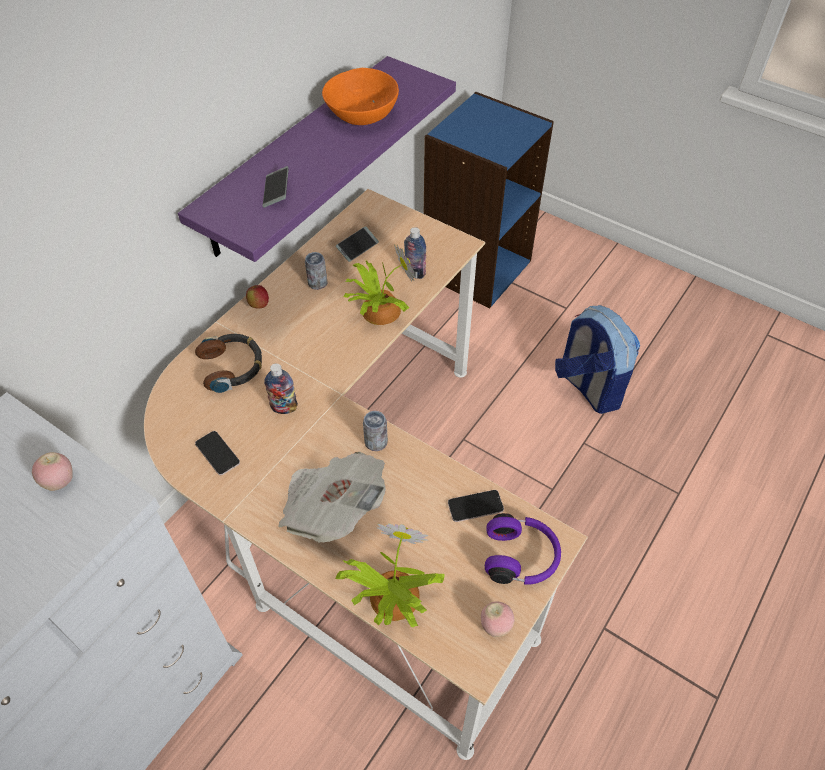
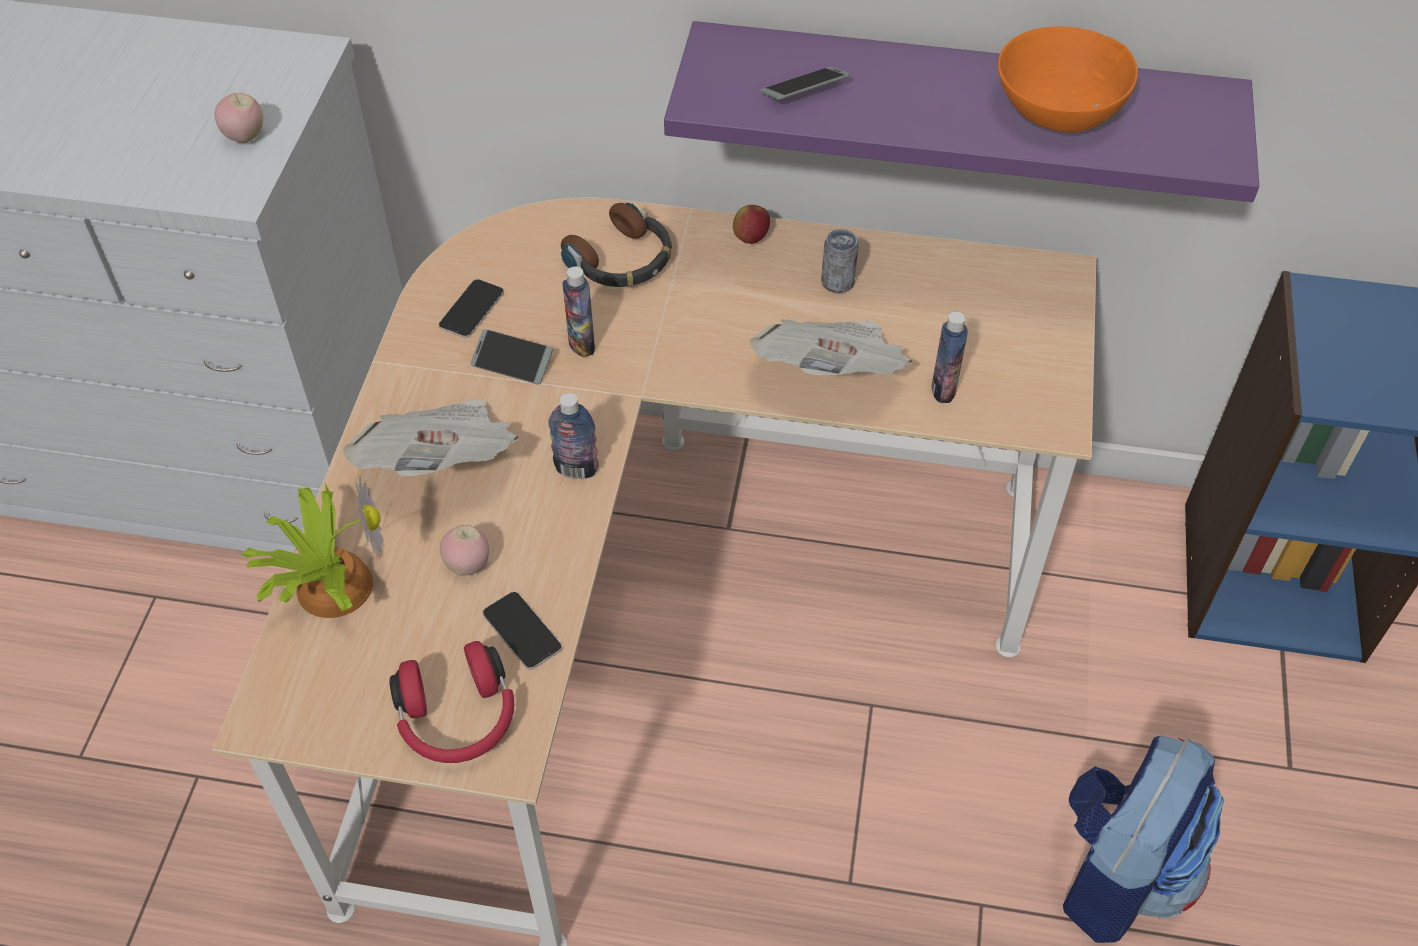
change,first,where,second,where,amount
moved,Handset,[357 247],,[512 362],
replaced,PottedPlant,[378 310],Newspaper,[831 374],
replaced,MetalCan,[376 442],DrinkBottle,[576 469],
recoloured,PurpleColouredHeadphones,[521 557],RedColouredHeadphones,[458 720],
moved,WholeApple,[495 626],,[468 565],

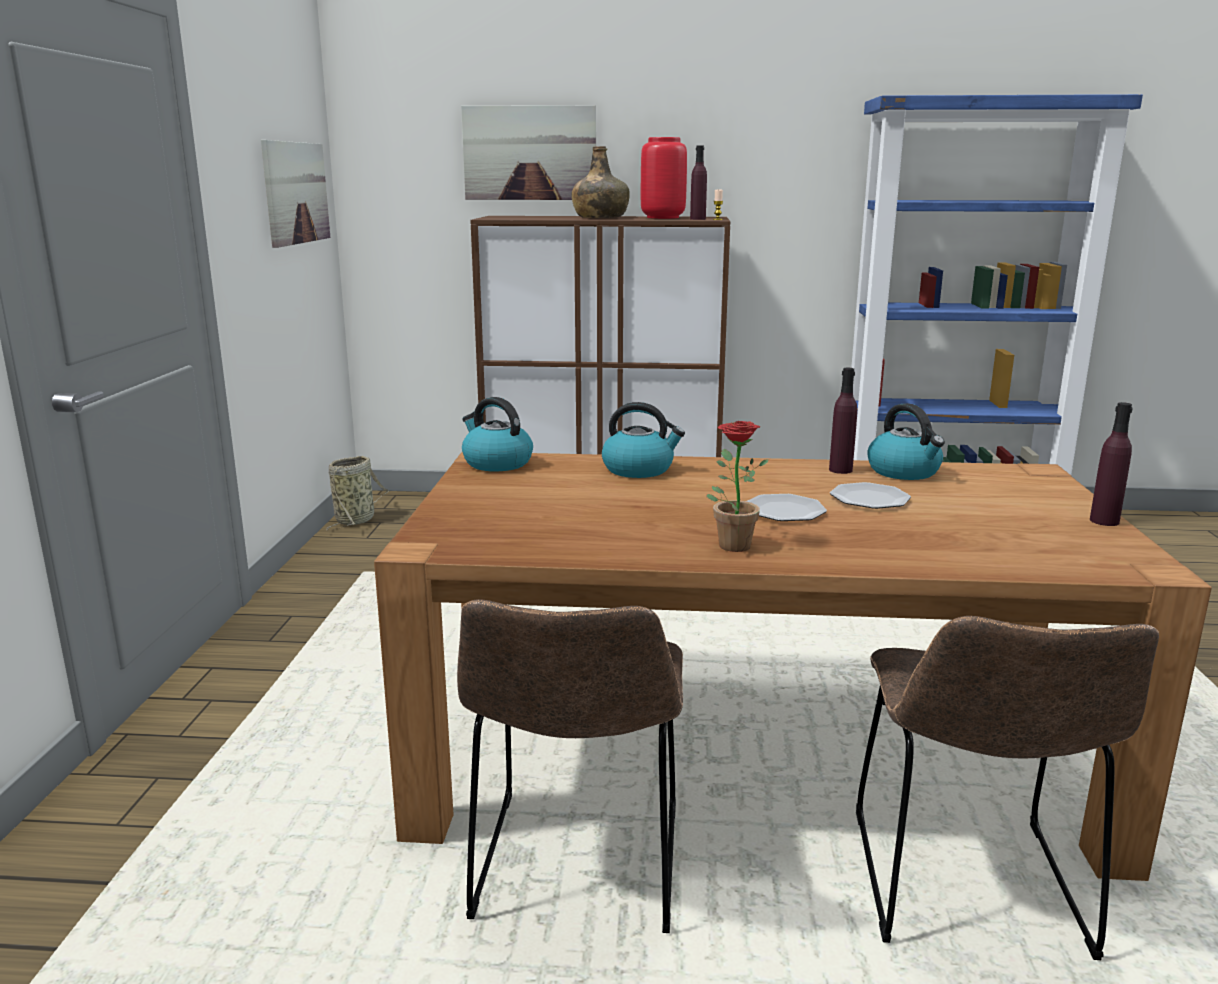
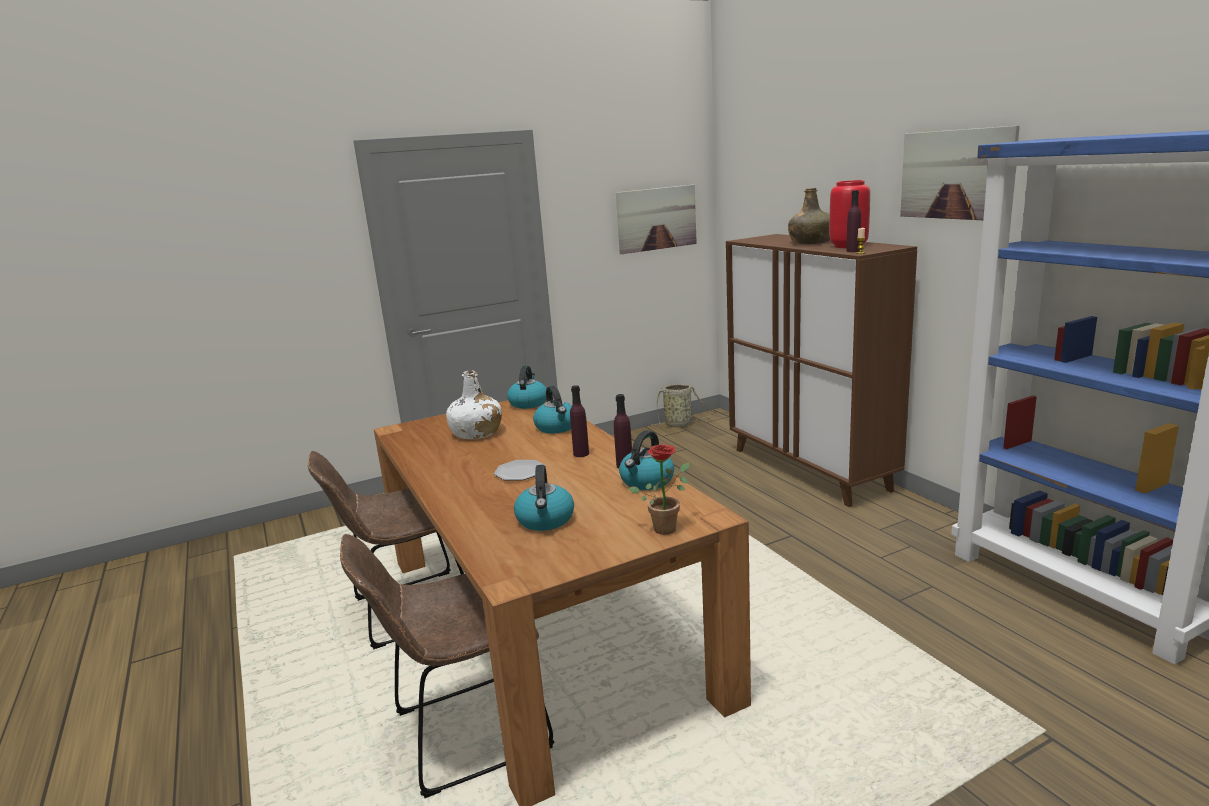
change,first,where,second,where,amount
moved,Picture,[529 153],,[956 174],
moved,PurpleColouredDrinkBottle,[1104 521],,[581 454],
moved,PottedPlant,[730 543],,[667 527],
removed,Plate,[869 499],,,
added,,,WhitishDrinkBottle,[476 433],
added,,,TeaKettle,[545 520],

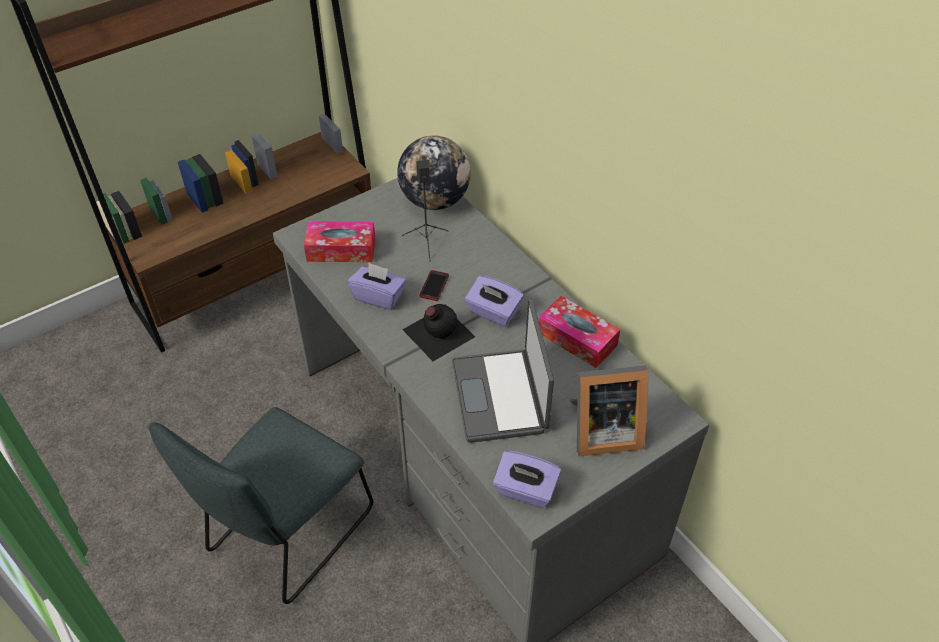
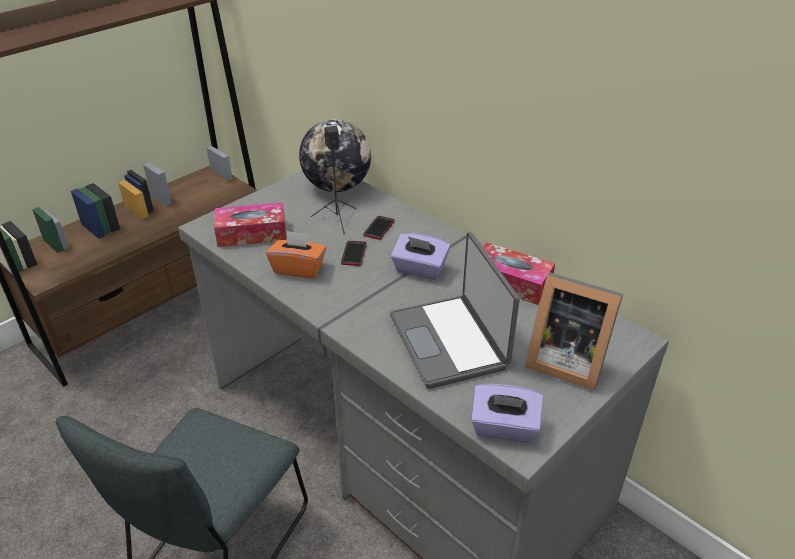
change,first,where,second,where,amount
recoloured,PurpleColouredTissueHolder,[378 296],OrangeyTissueHolder,[298 268],
removed,BlackDrinkBottle,[437 333],,,
turned,StandingFrame,[601 431],,[564 360],45 degrees clockwise
added,,,Handset,[379 228],

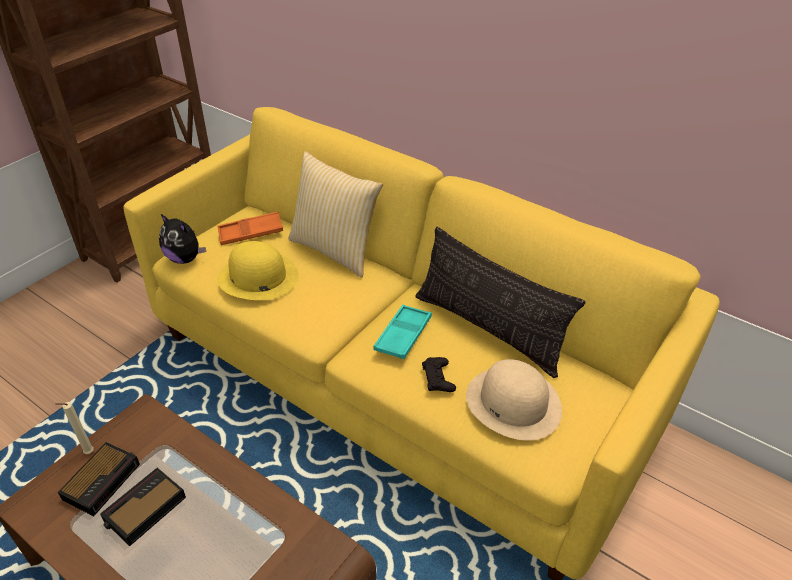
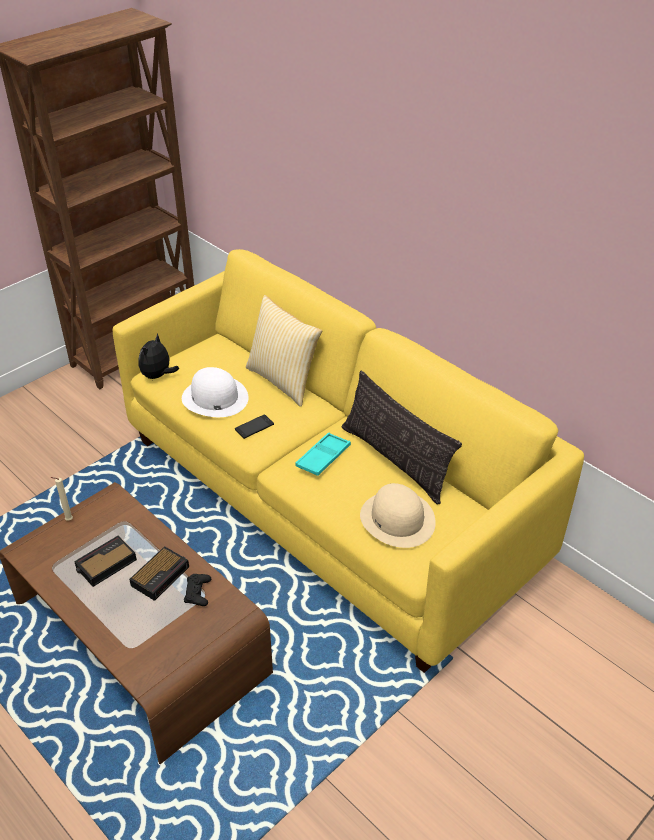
change,first,where,second,where,amount
removed,OrangeyServingTray,[251 233],,,
turned,CuddlyToy,[185 258],,[158 376],75 degrees clockwise
recoloured,YellowishHat,[257 277],WhitishHat,[214 398],
moved,BlackGameController,[438 378],,[198 592],
moved,AlarmClock,[103 480],,[161 575],
added,,,Handset,[254 427],

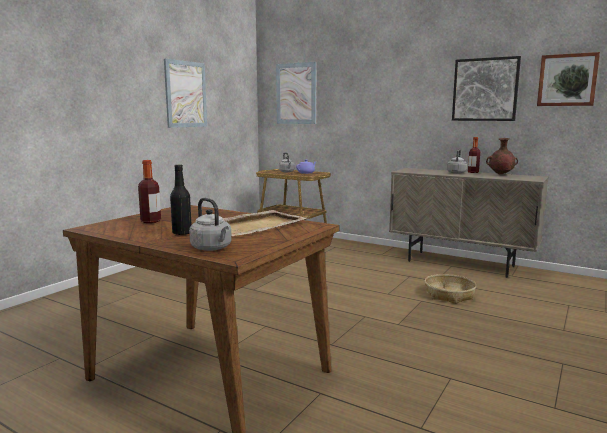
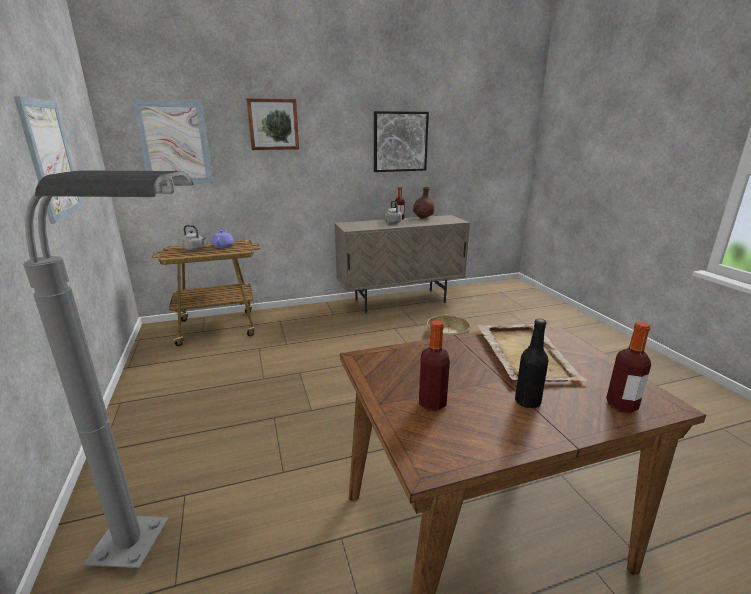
change,first,where,second,where,amount
moved,Picture,[567 80],,[273 124],
replaced,GreyishTeaKettle,[212 248],DrinkBottle,[621 405],
added,,,GreyishStandardLamp,[169 545],

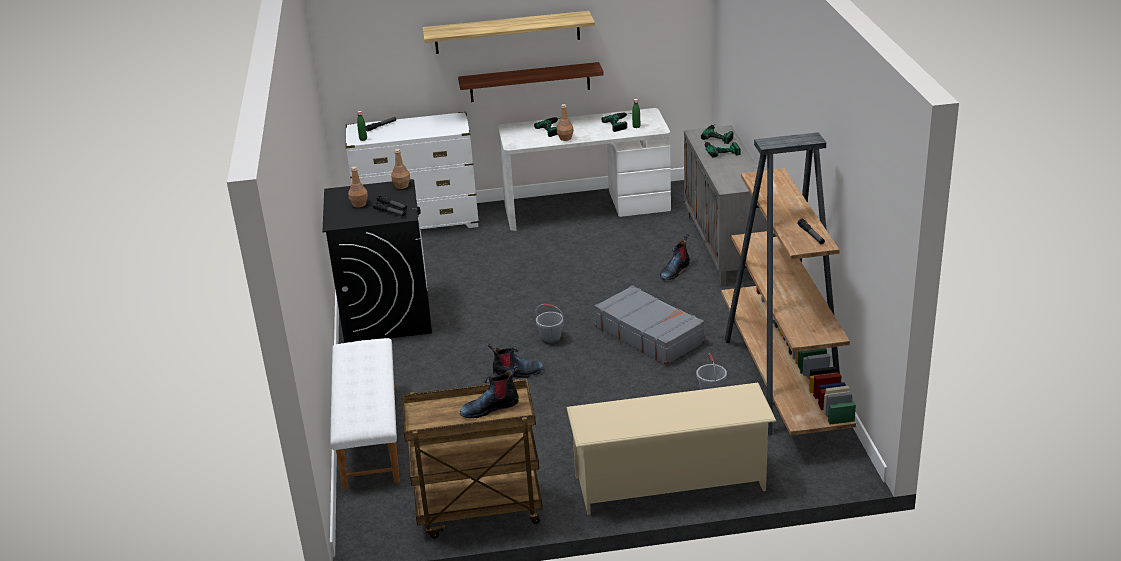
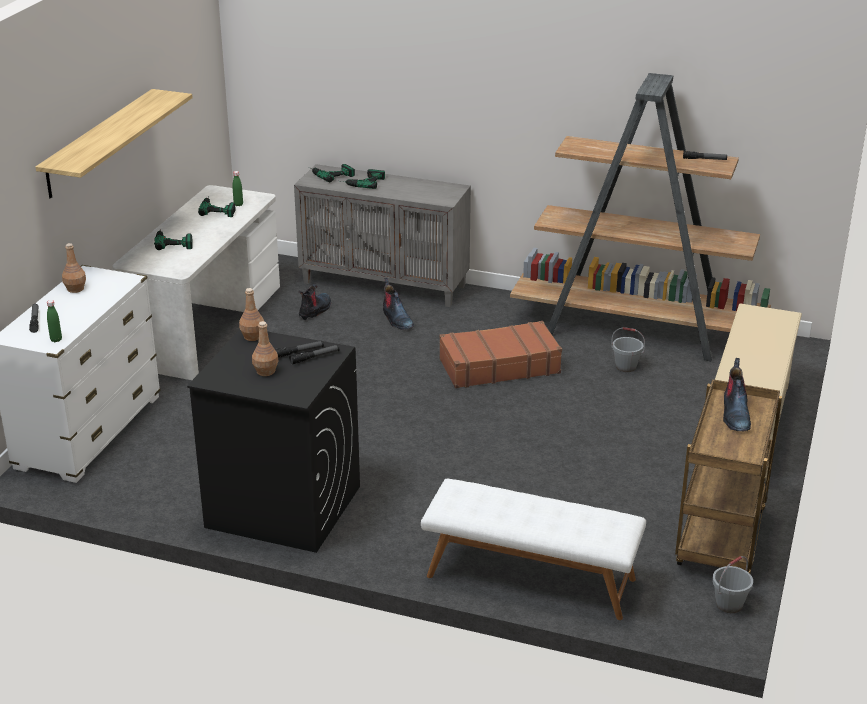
change,first,where,second,where,amount
removed,BracketShelf,[529 82],,,
moved,BrownColouredDrinkBottle,[565 138],,[75 289],
recoloured,GreyishSuitcase,[649 335],BrownColouredSuitcase,[498 366],
moved,GreyishPail,[550 339],,[729 605],
moved,Boot,[517 372],,[315 311],

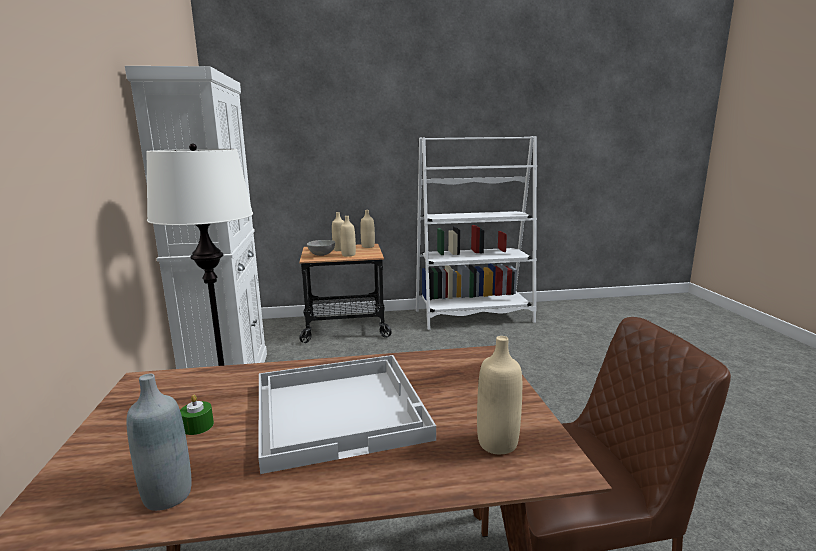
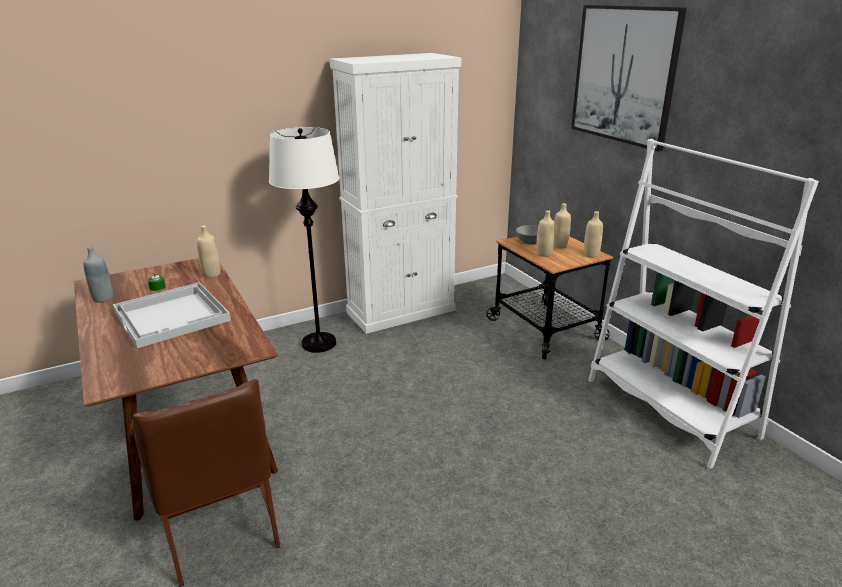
change,first,where,second,where,amount
moved,SandColouredDrinkBottle,[497 443],,[211 274],
added,,,Picture,[624 75],

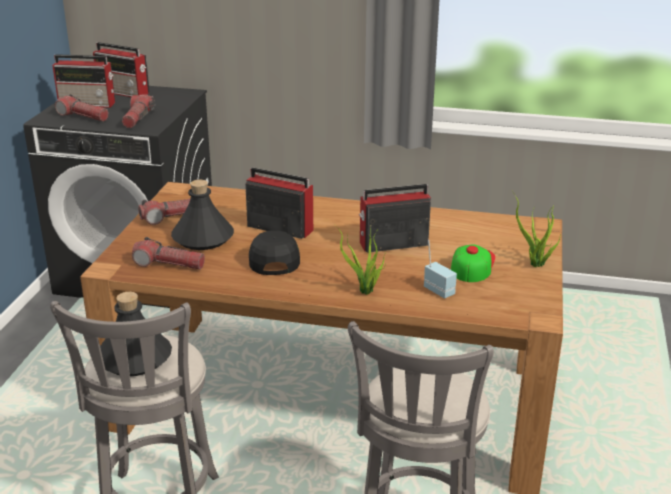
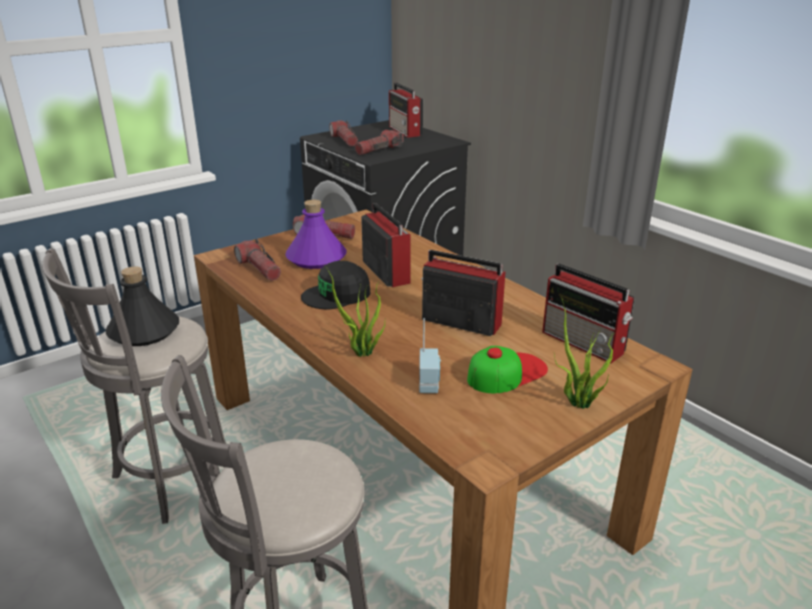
change,first,where,second,where,amount
moved,RadioSet,[88 103],,[584 343],
recoloured,BlackDrinkBottle,[203 238],PurpleColouredDrinkBottle,[316 258],
turned,BlackBaseballCap,[273 259],,[337 295],150 degrees counterclockwise

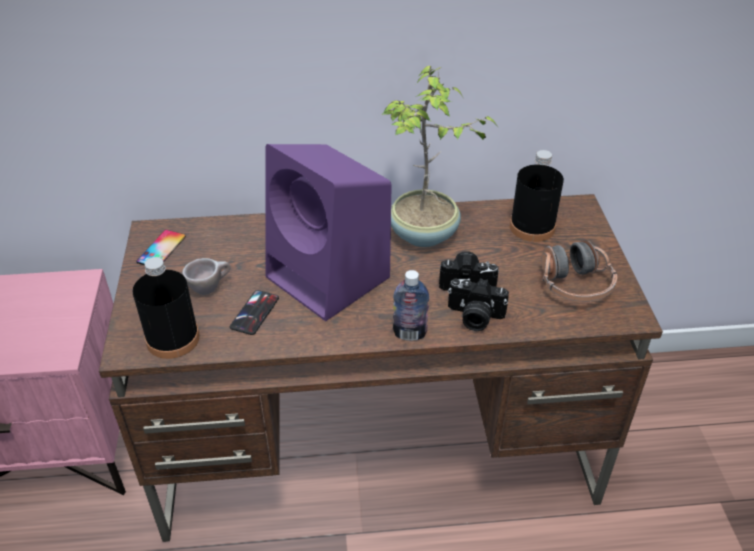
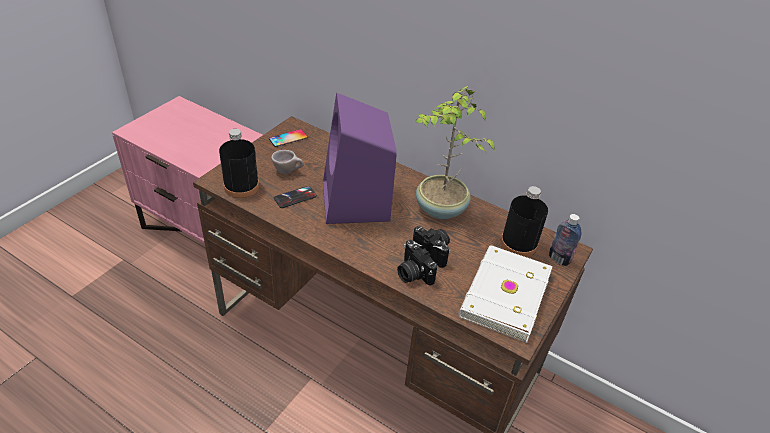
change,first,where,second,where,amount
replaced,Headphones,[575 284],WhitishBoundBook,[503 295],
moved,DrinkBottle,[410 334],,[559 259],

